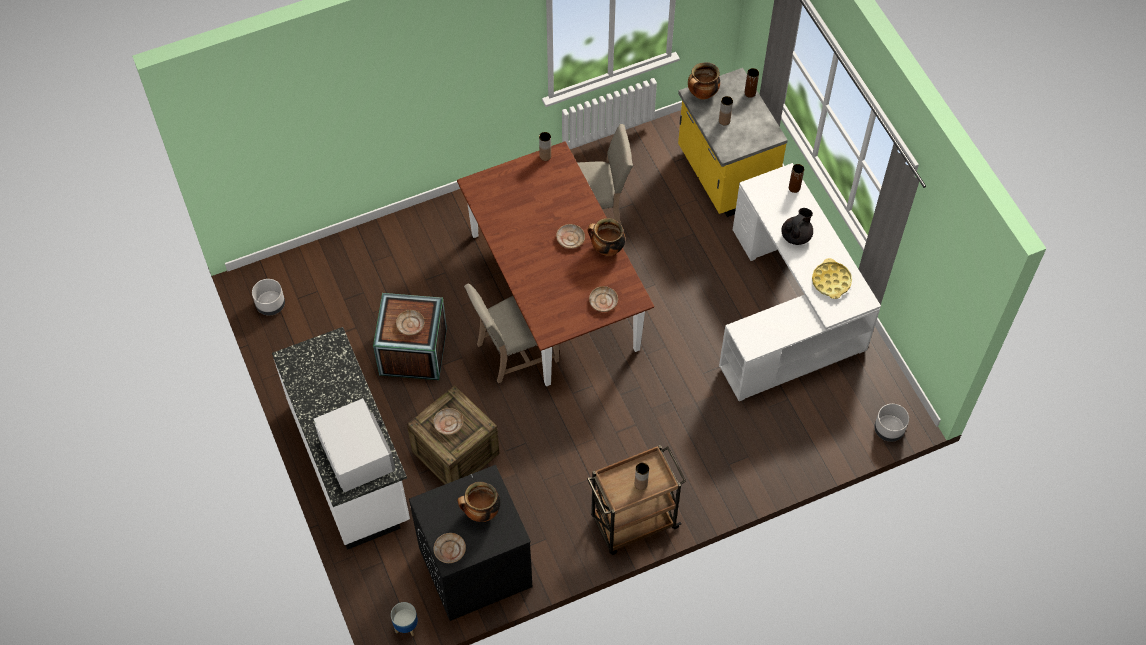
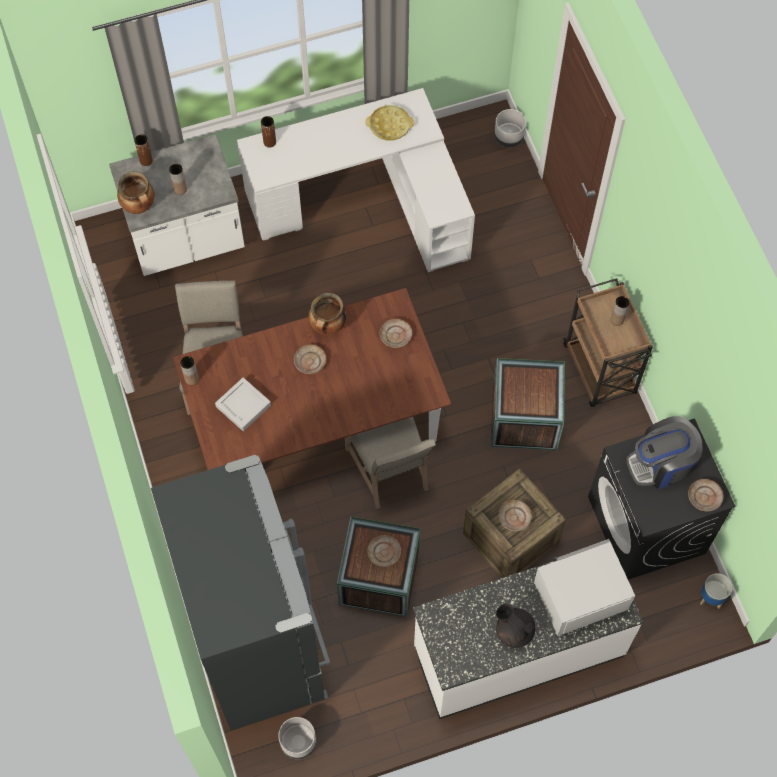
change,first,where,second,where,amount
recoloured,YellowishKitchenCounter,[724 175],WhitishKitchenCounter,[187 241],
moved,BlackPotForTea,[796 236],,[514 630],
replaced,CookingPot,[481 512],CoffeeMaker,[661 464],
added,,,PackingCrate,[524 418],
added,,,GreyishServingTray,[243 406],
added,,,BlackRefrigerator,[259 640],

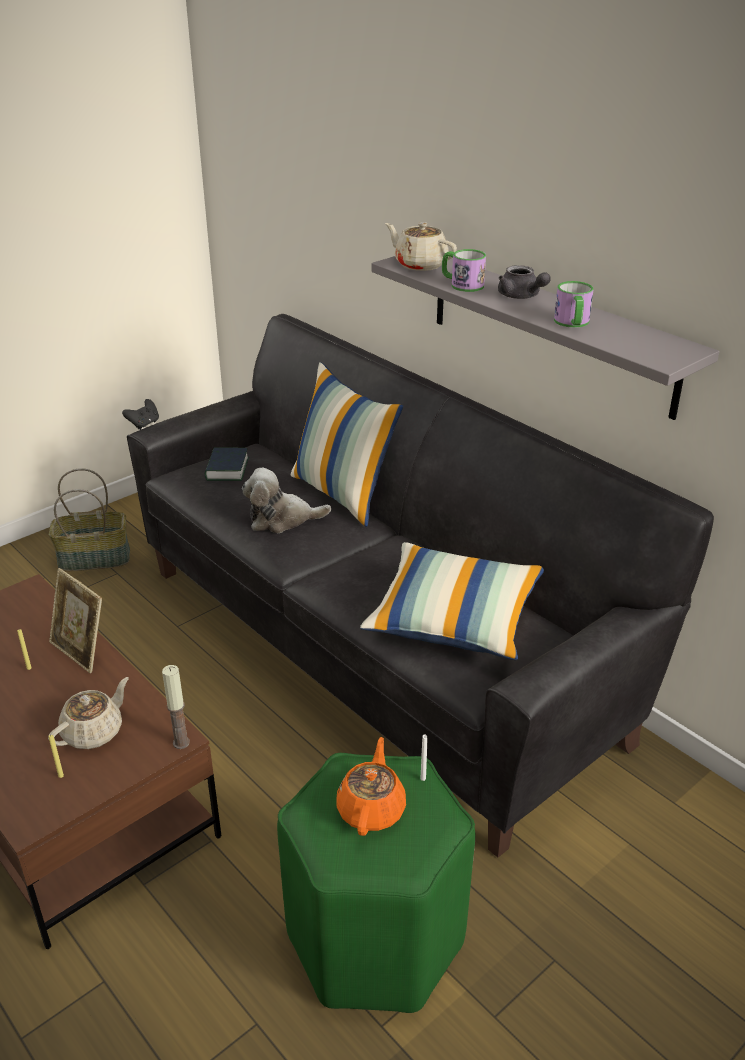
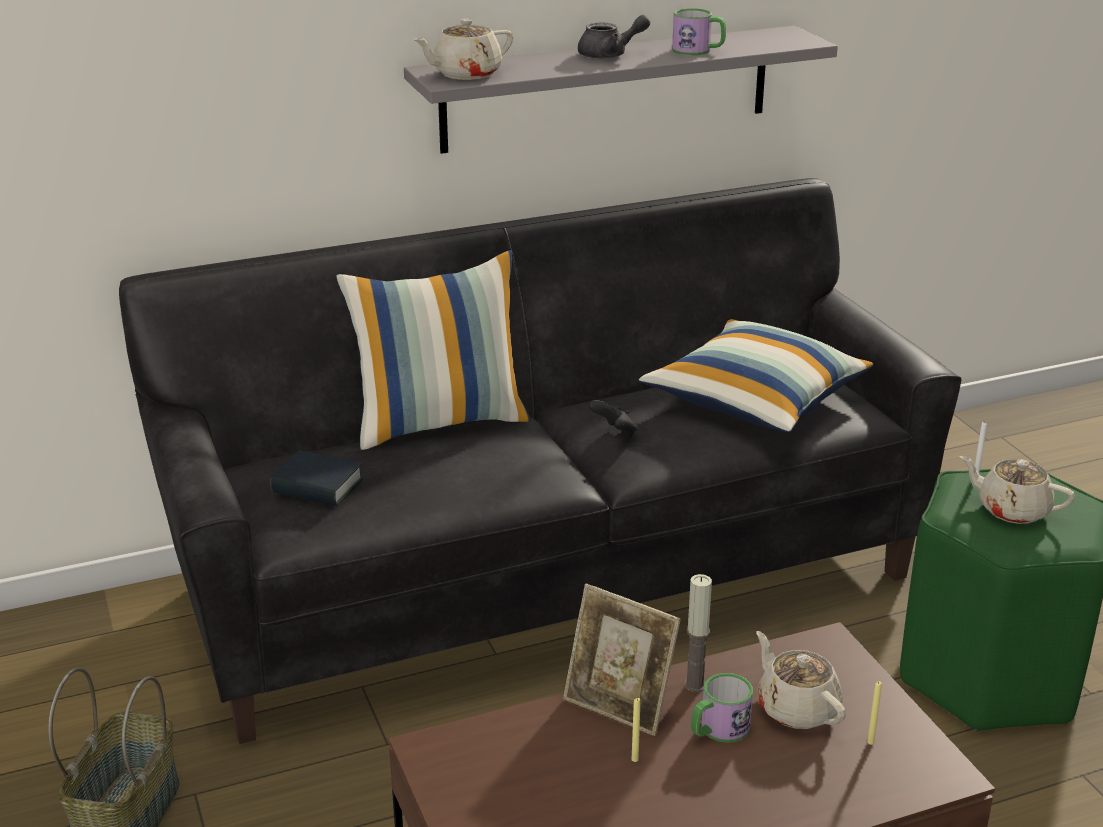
change,first,where,second,where,amount
moved,TeaMug,[462 284],,[718 730],
moved,BlackGameController,[144 424],,[615 432],
removed,CuddlyToy,[282 519],,,
turned,StandingFrame,[81 651],,[619 706],60 degrees clockwise
moved,Candle,[181 743],,[695 685],
recoloured,OrangeyPotForTea,[371 809],SandColouredPotForTea,[1011 510],

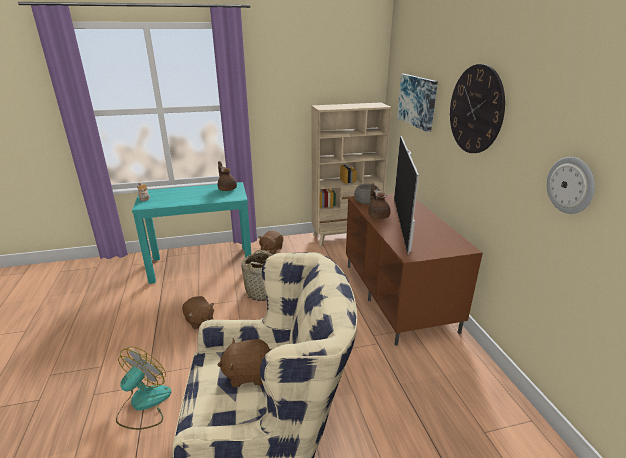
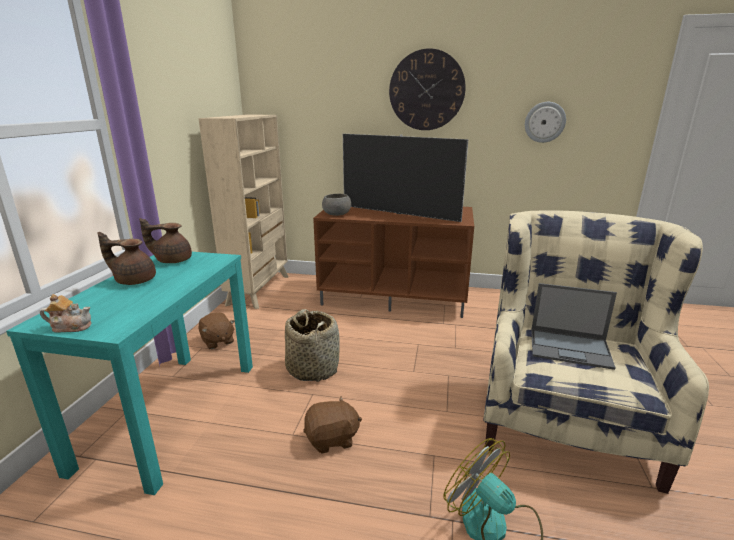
change,first,where,second,where,amount
removed,Picture,[417 101],,,
moved,BrownColouredPotForTea,[378 216],,[134 280],
replaced,BrownColouredCuddlyToy,[248 374],NotebookComputer,[570 348],

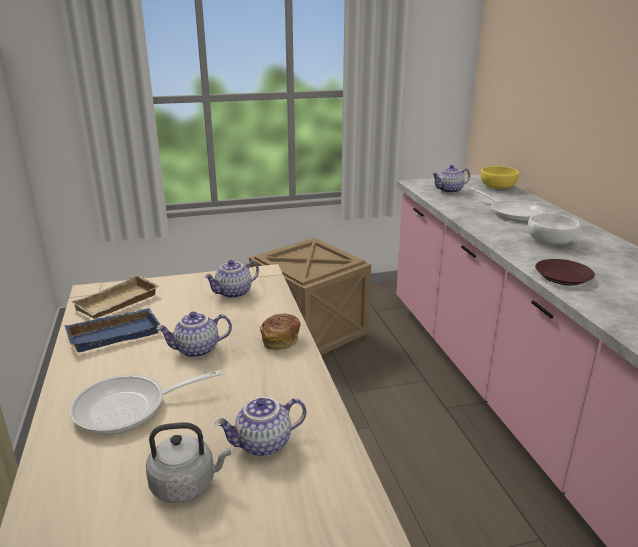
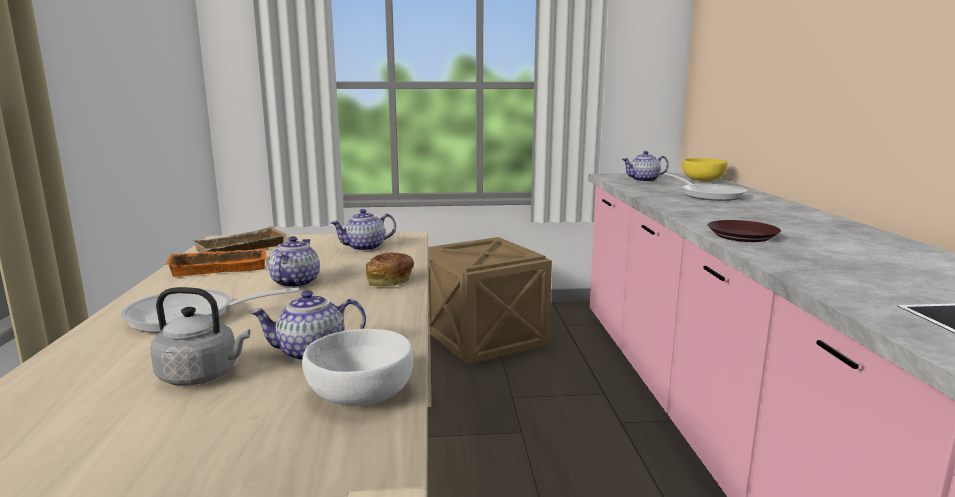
change,first,where,second,where,amount
moved,WhitishDeepDish,[551 241],,[362 394],
recoloured,BlueServingTray,[115 333],OrangeyServingTray,[221 267],
turned,PotForTea,[197 350],,[294 283],105 degrees clockwise

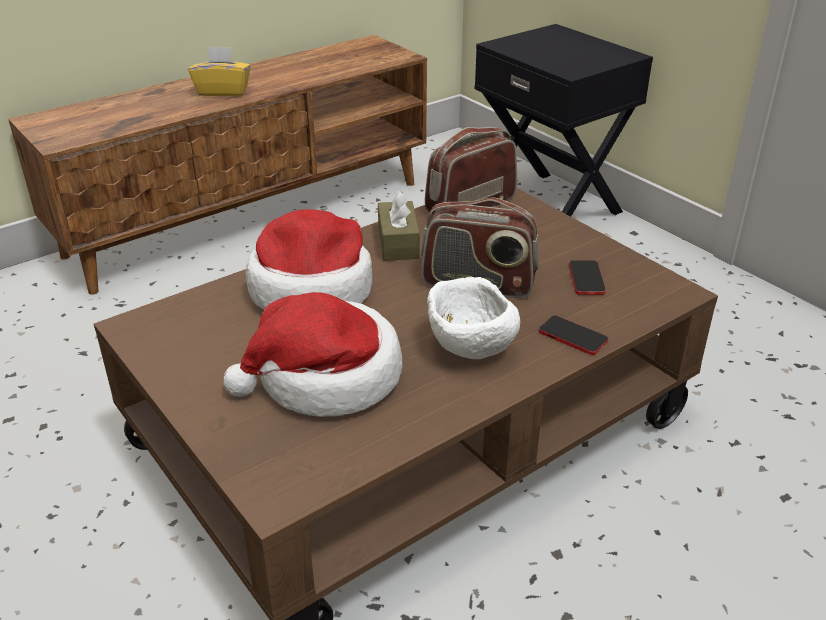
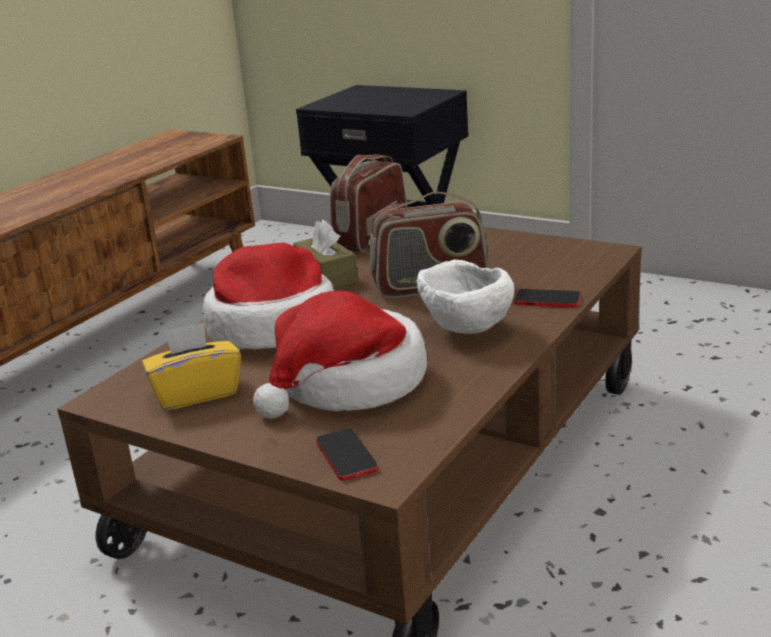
change,first,where,second,where,amount
moved,YellowishTissueHolder,[223 91],,[196 393],
moved,Handset,[586 278],,[346 456],

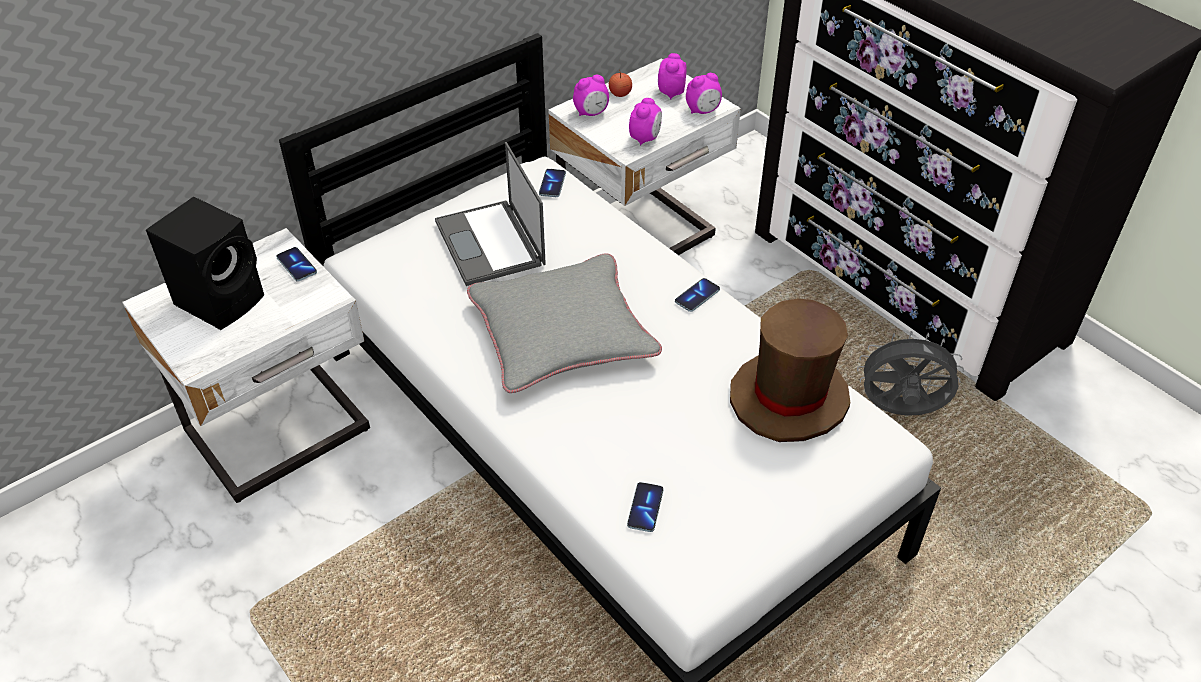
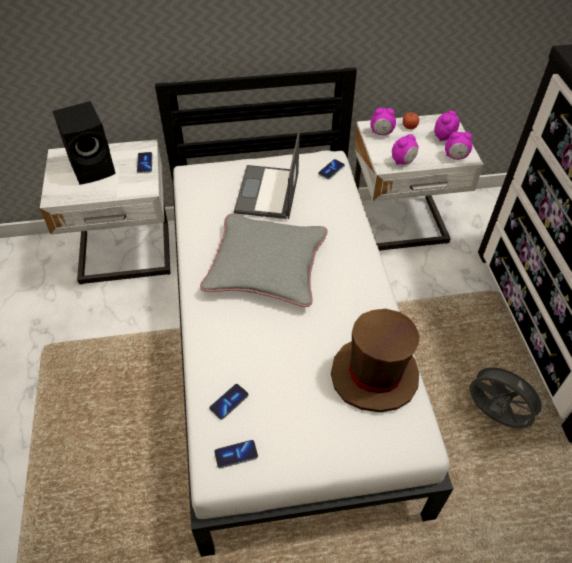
change,first,where,second,where,amount
moved,Handset,[697 296],,[236 454],

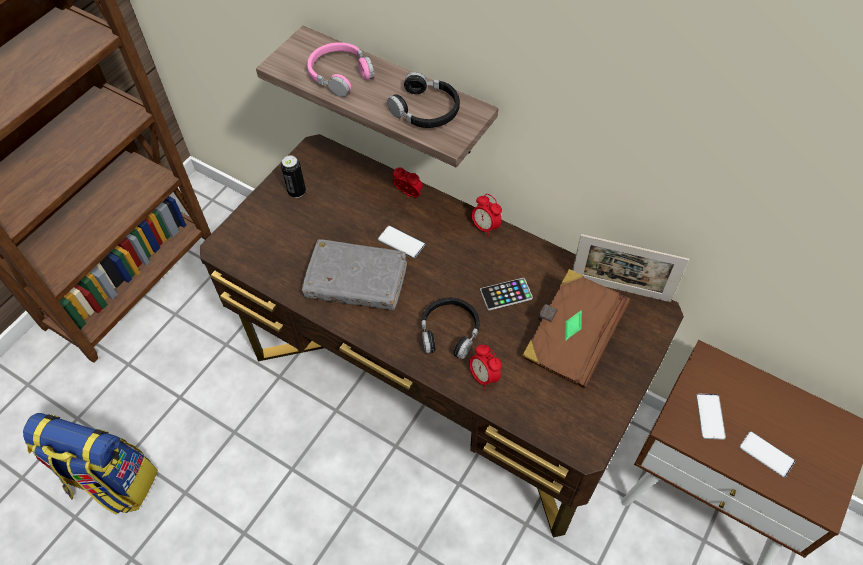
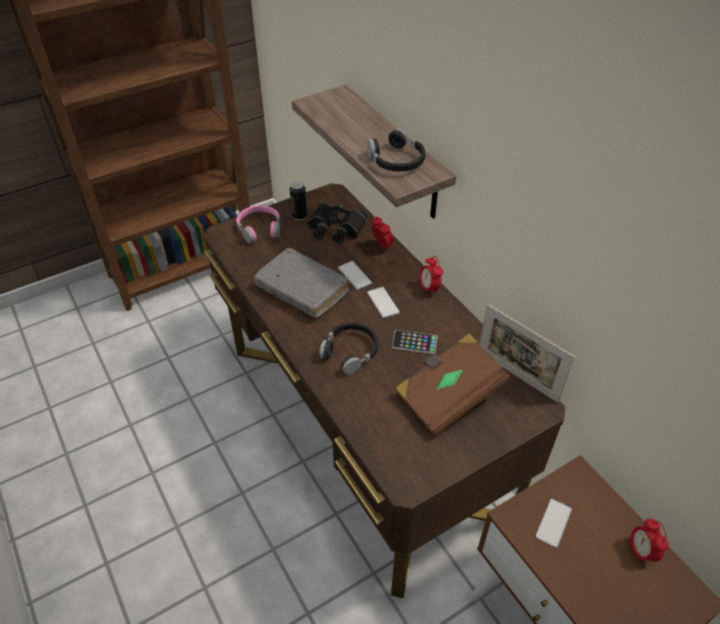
change,first,where,second,where,amount
moved,PinkishHeadphones,[340 74],,[260 228],
moved,AlarmClock,[483 376],,[641 551],
removed,Backpack,[111 482],,,
moved,Handset,[766 454],,[383 303],
added,,,BlackPairOfBinoculars,[335 228],

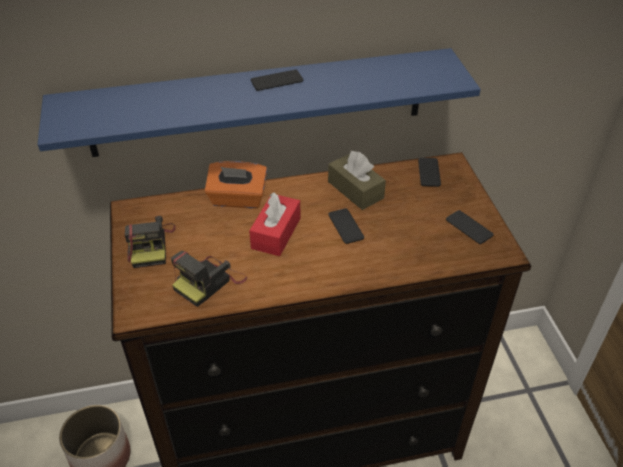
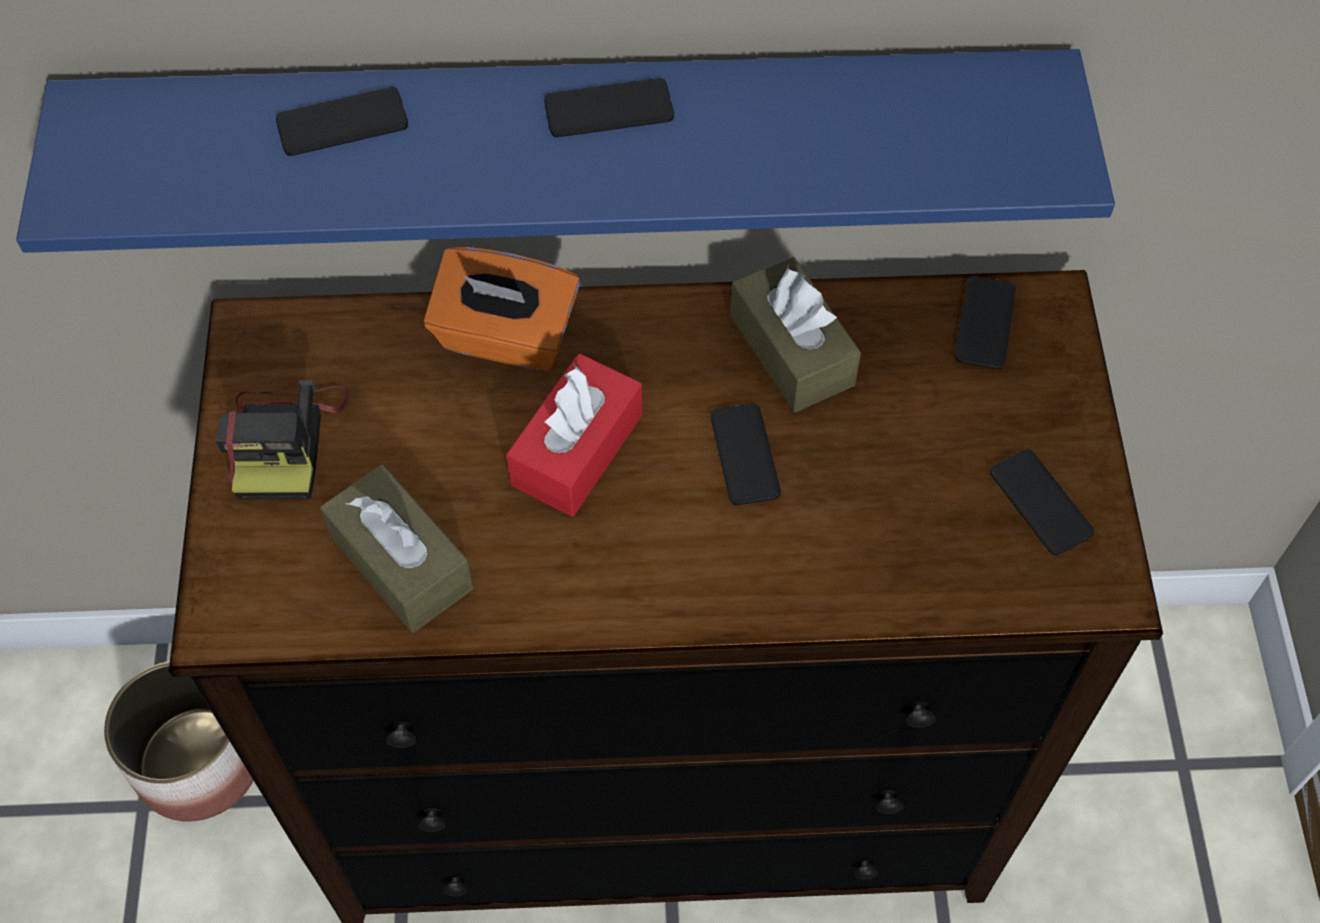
change,first,where,second,where,amount
replaced,StillCamera,[209 282],BrownColouredTissueHolder,[401 562],
added,,,Handset,[342 123],

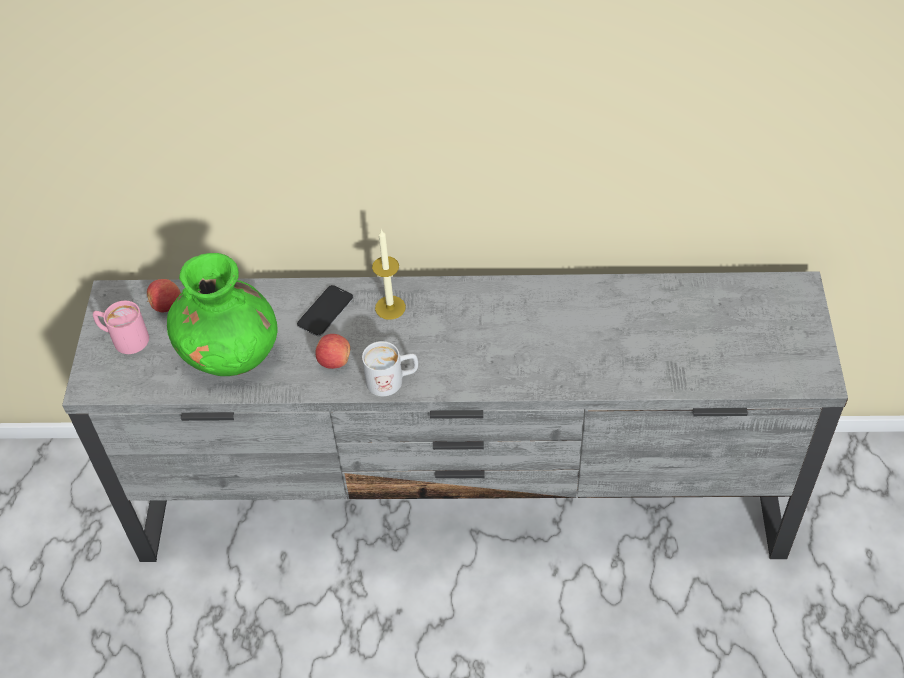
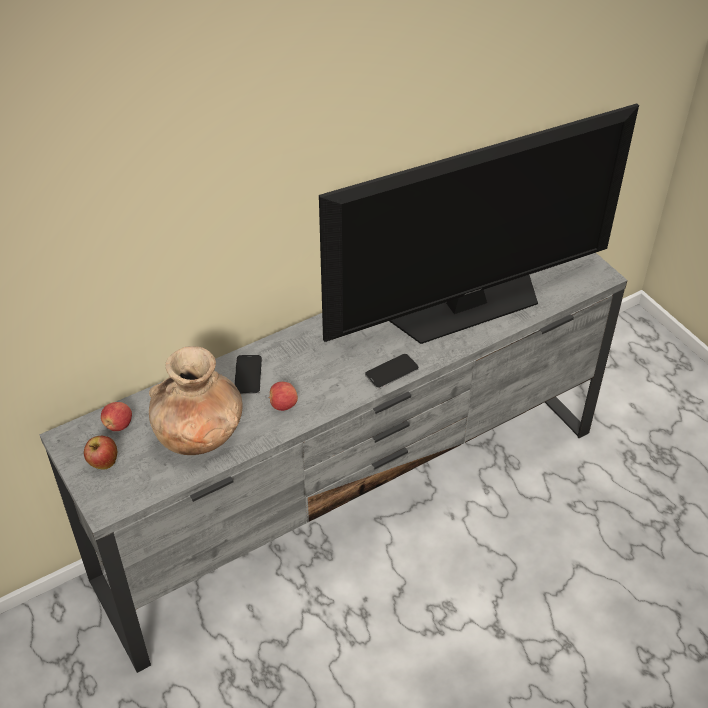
change,first,where,second,where,amount
removed,Candle,[390 307],,,
recoloured,GreenColouredDecorativeVase,[231 353],BrownColouredDecorativeVase,[200 435],
replaced,PinkishTeaMug,[124 338],WholeApple,[103 463],
removed,WhitishTeaMug,[392 380],,,
added,,,Television,[466 305],
added,,,Handset,[391 372],

